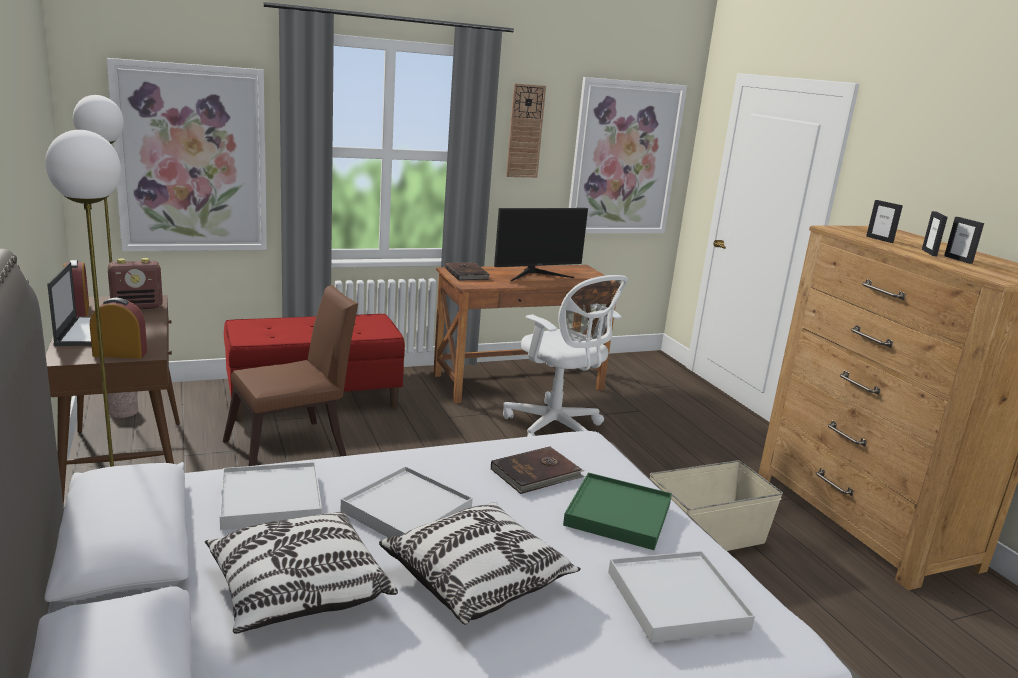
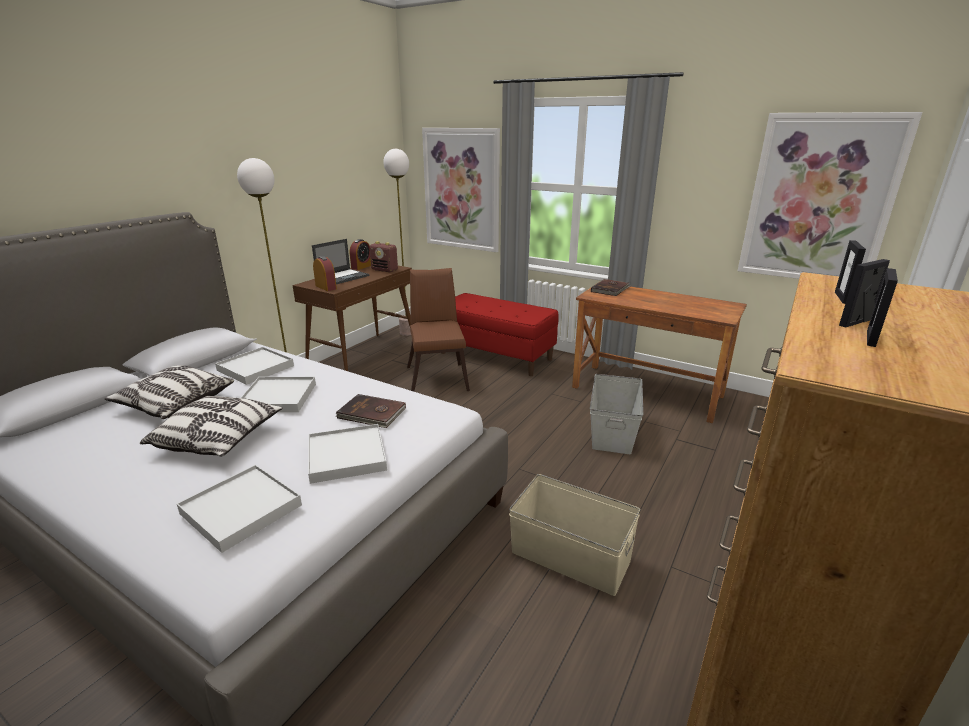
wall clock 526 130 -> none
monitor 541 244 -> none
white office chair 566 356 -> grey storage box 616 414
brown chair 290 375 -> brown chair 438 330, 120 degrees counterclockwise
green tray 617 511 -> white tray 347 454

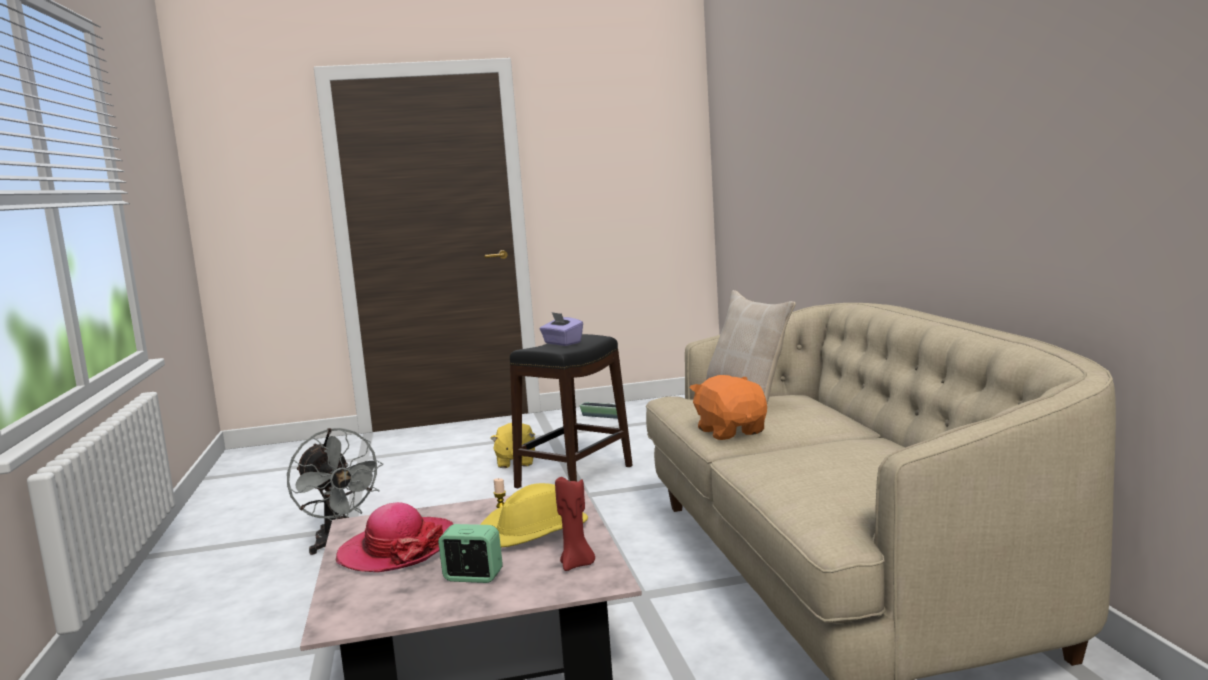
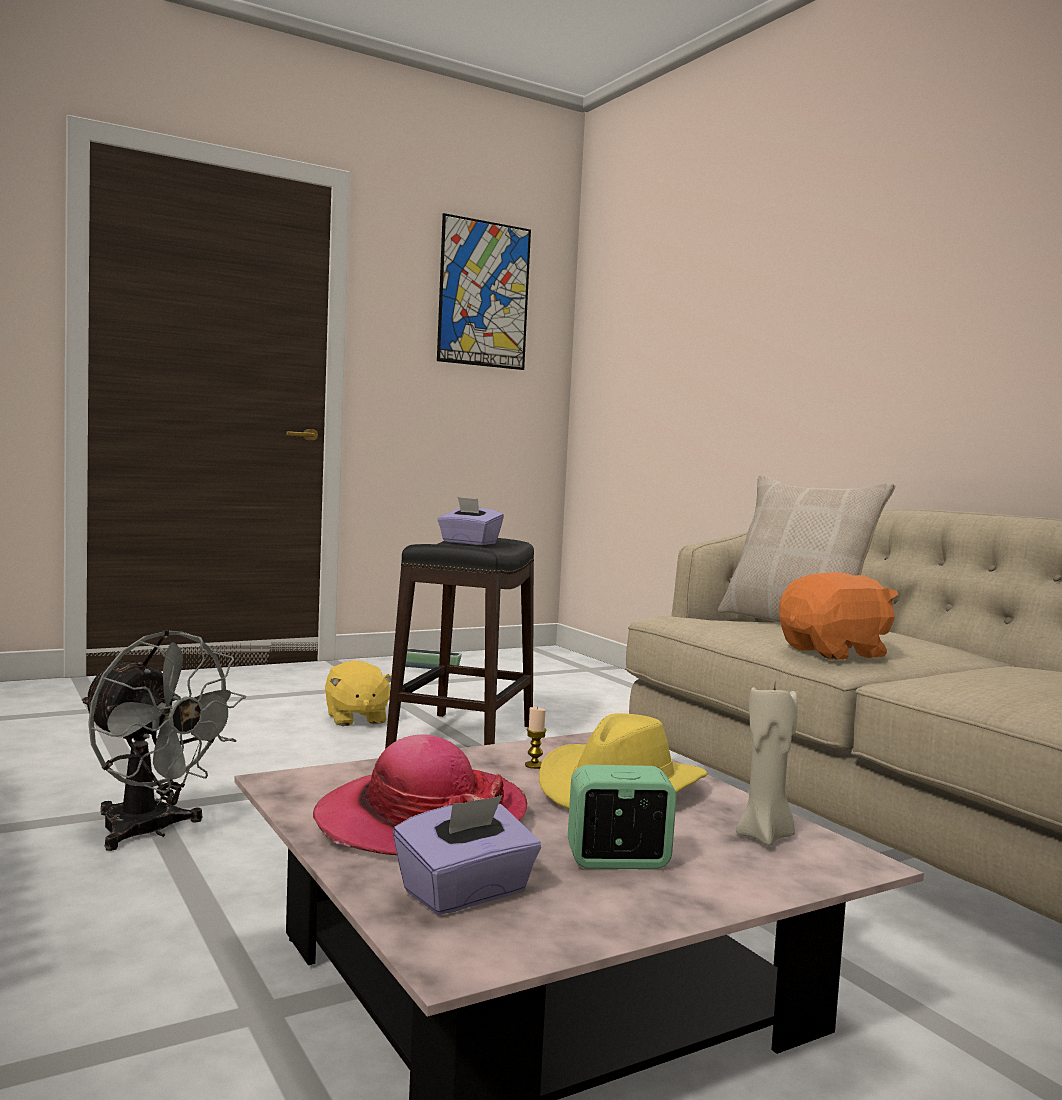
orange plush toy 728 407 -> orange plush toy 838 616, 105 degrees clockwise
red candle 575 524 -> beige candle 767 765
none -> picture 484 291
none -> purple tissue box 467 855

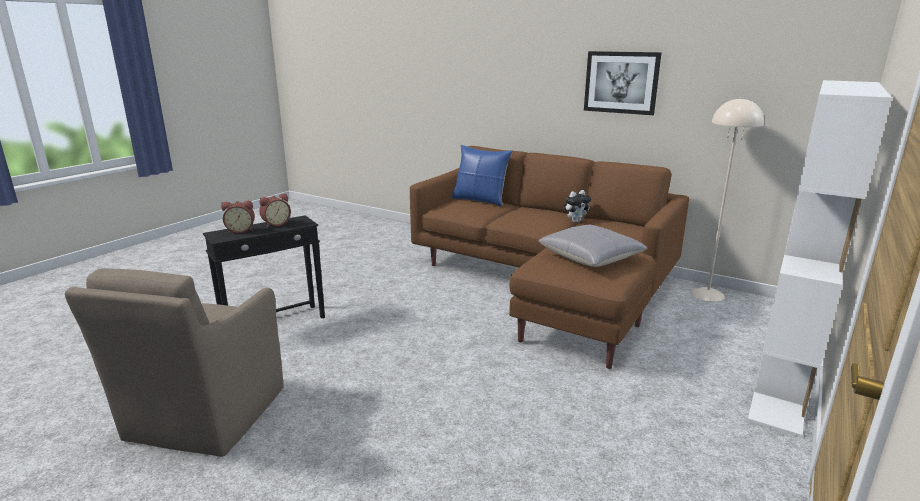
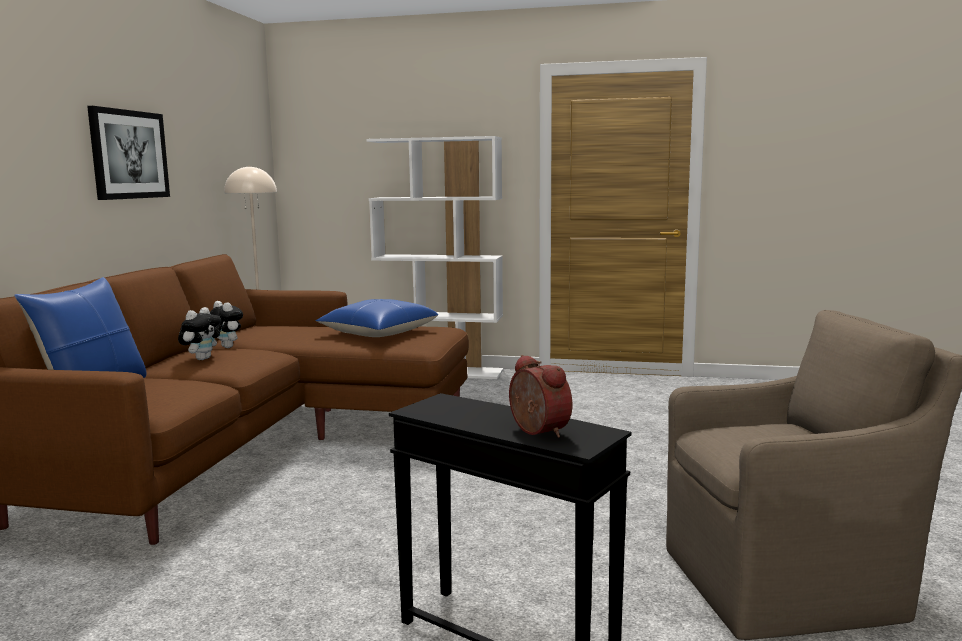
alarm clock 275 210 -> none
grey pillow 593 246 -> blue pillow 377 318
none -> plush toy 200 333

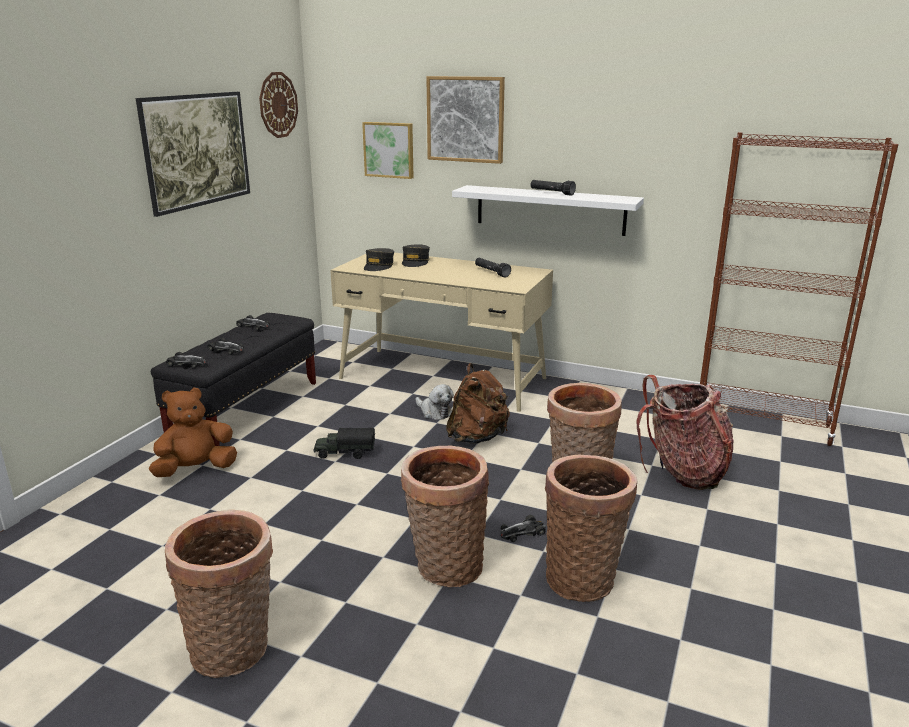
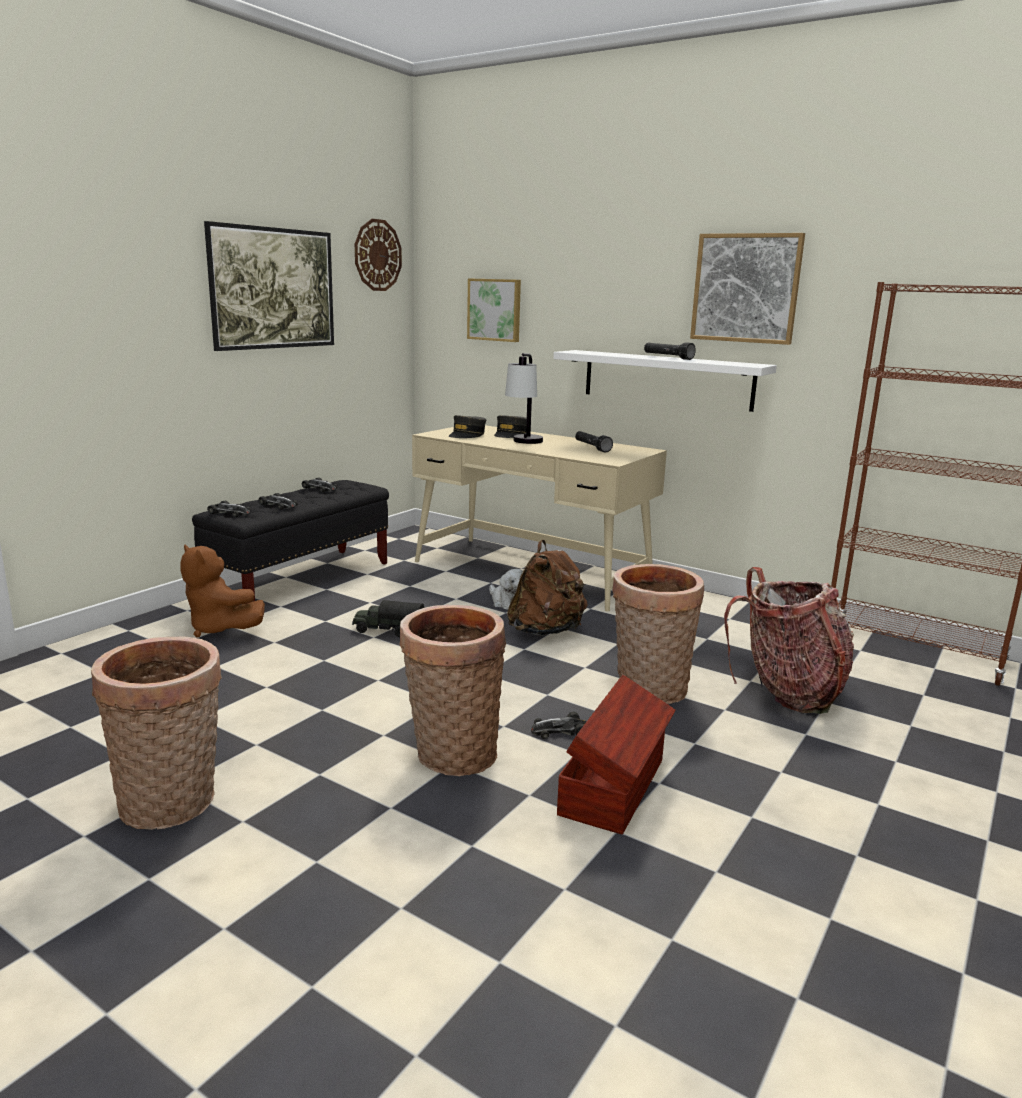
picture 465 120 -> picture 747 289, move
brown plush toy 193 432 -> brown plush toy 222 591, 120 degrees counterclockwise
basket 591 528 -> brown storage box 616 754
none -> table lamp 524 398

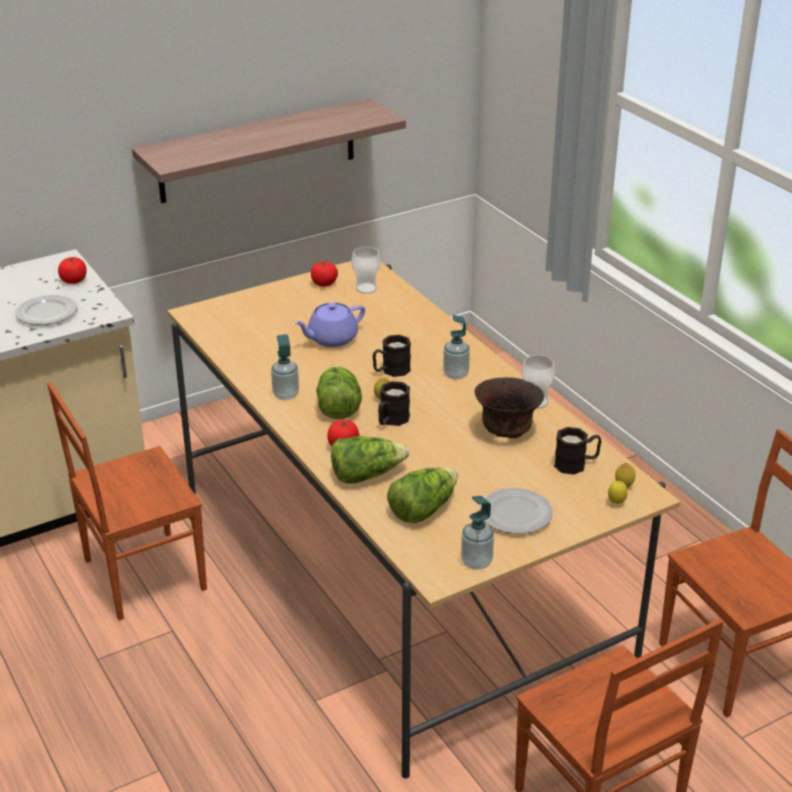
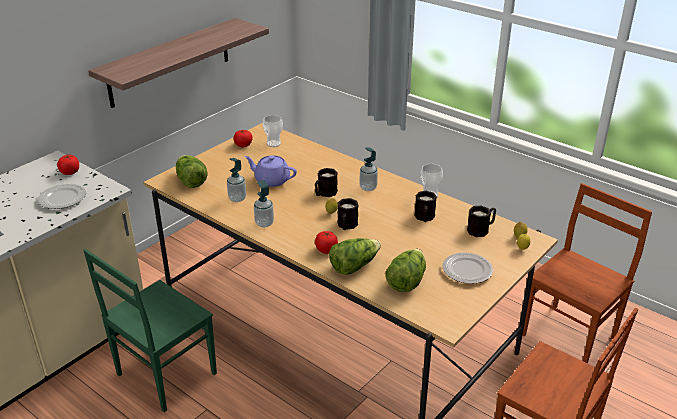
purple teapot 329 325 -> purple teapot 270 171, 75 degrees clockwise
lettuce 339 392 -> lettuce 192 171, move
brown bowl 509 407 -> black mug 425 206
brown chair 127 501 -> green chair 150 330
soap dispenser 477 533 -> soap dispenser 236 180, move

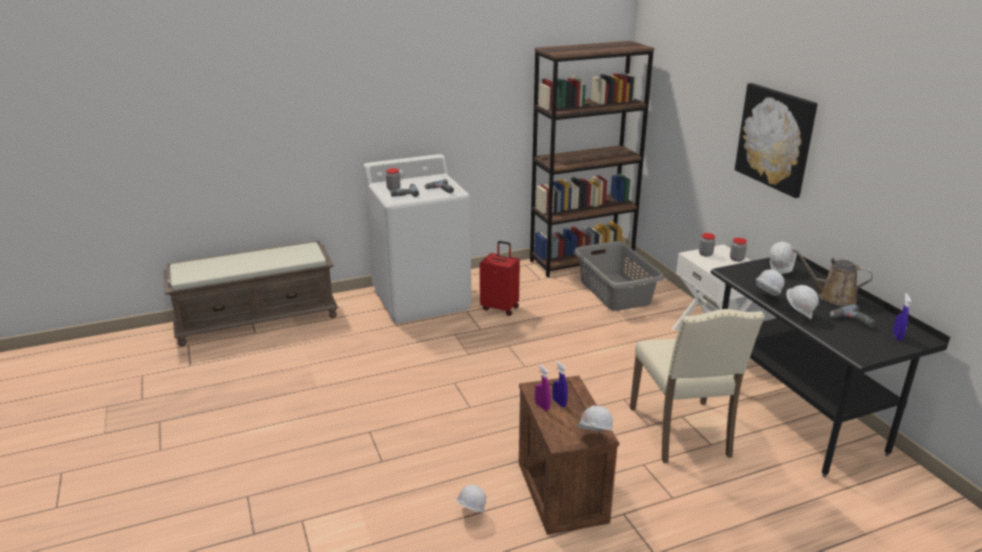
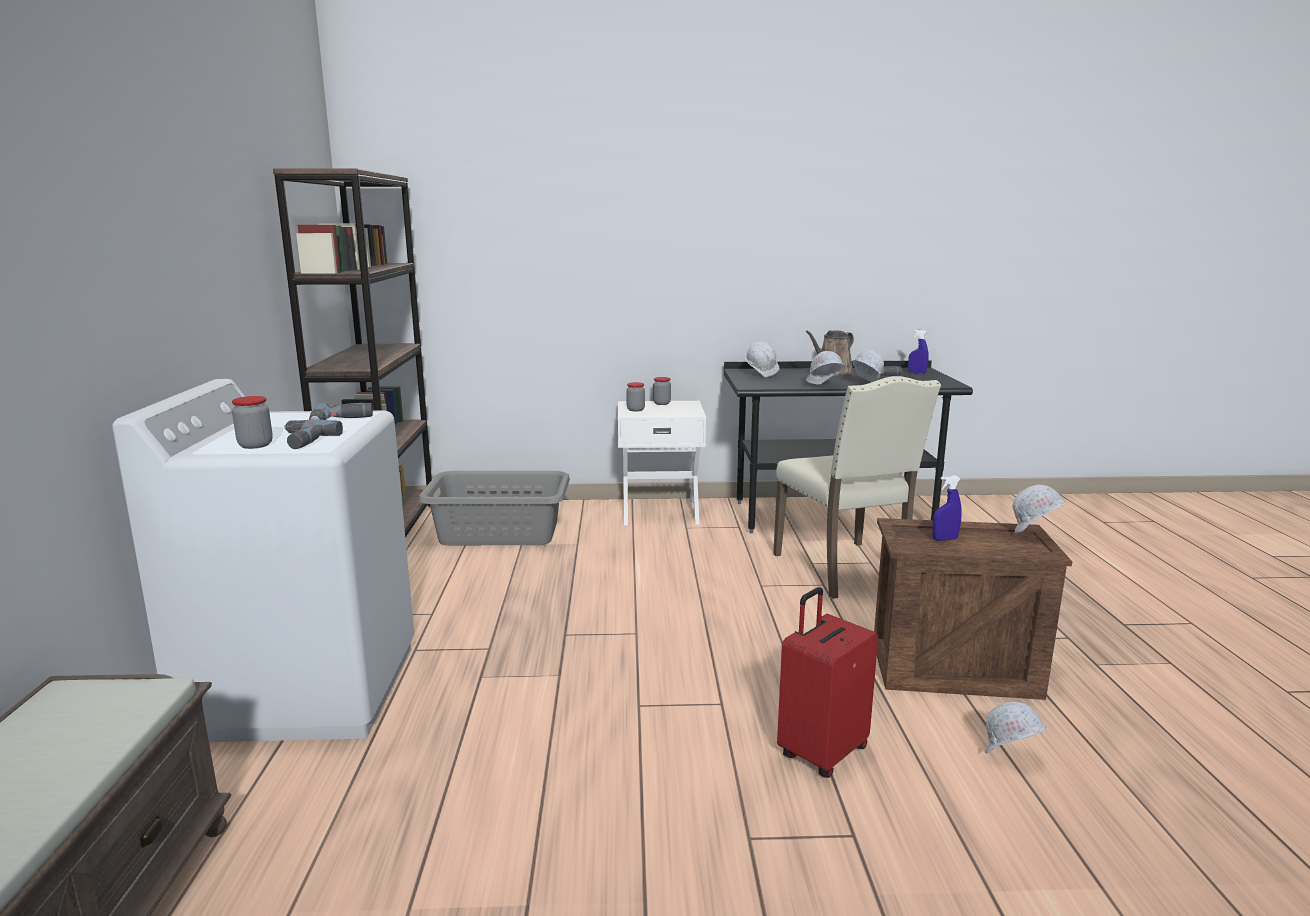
picture 776 140 -> none
red suitcase 500 278 -> red suitcase 827 682, move
beige chair 697 386 -> beige chair 857 487, 60 degrees clockwise
purple spray bottle 543 387 -> none

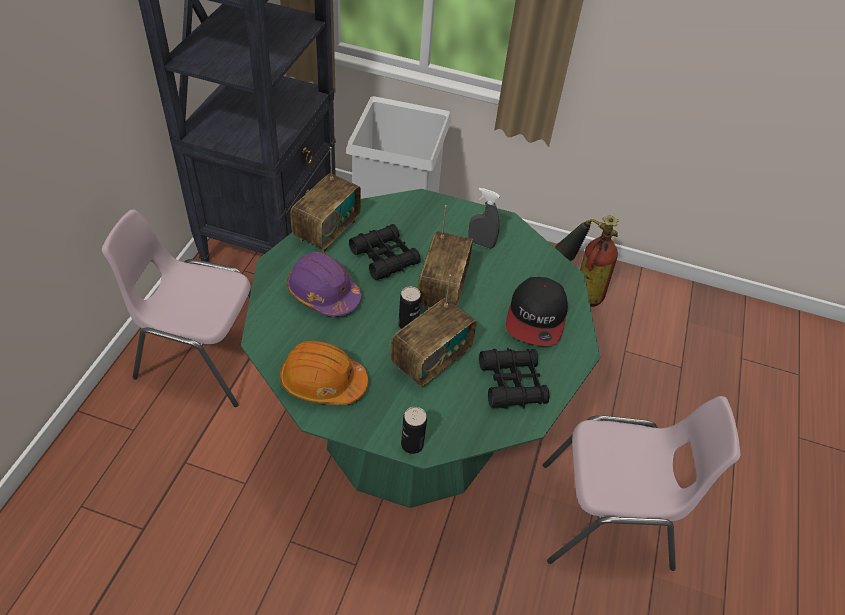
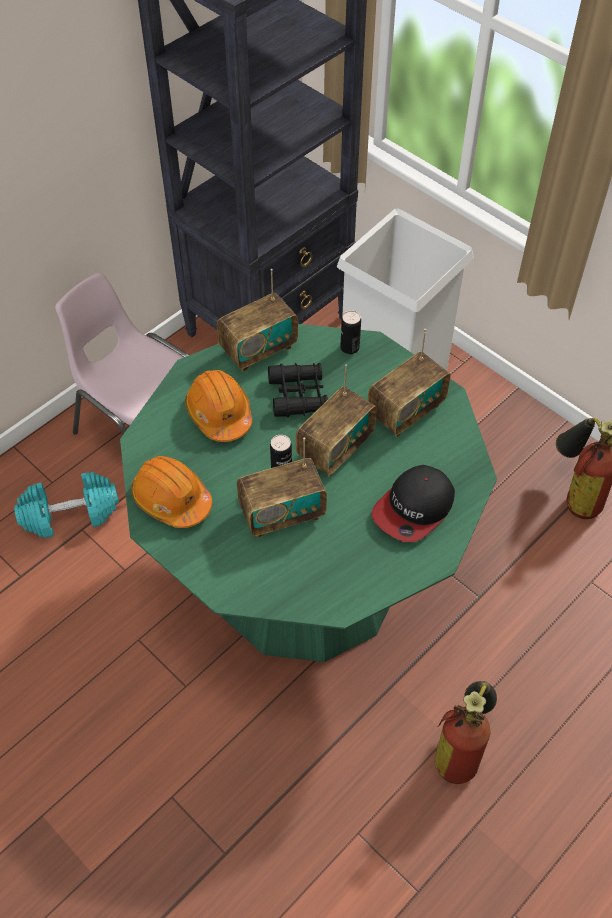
grey spray bottle 484 218 -> radio 409 383
purple hard hat 324 284 -> orange hard hat 218 406
black binoculars 514 378 -> none
pink chair 641 483 -> fire extinguisher 466 732
can 414 430 -> can 350 332, move
none -> turquoise dumbbell 66 505

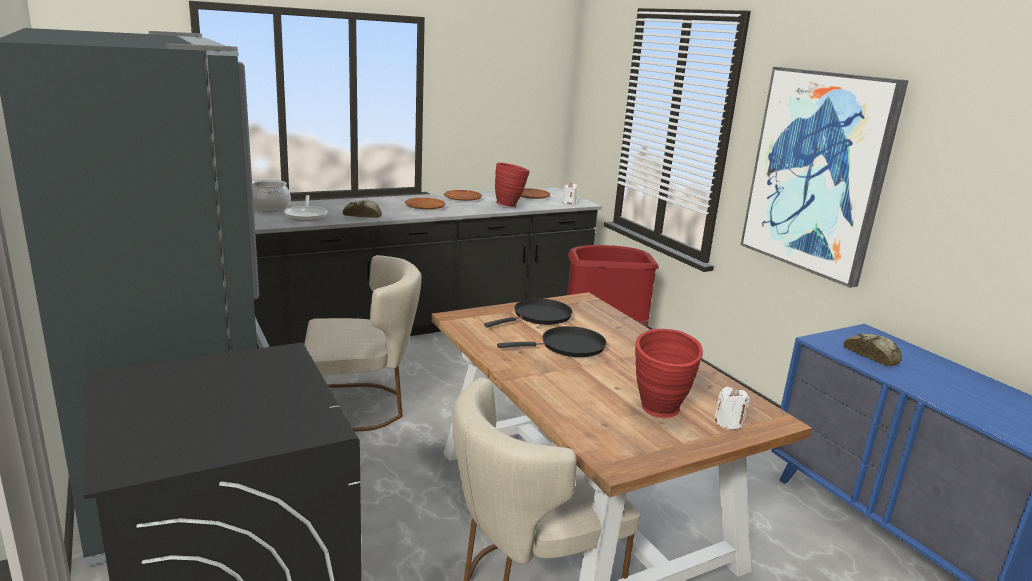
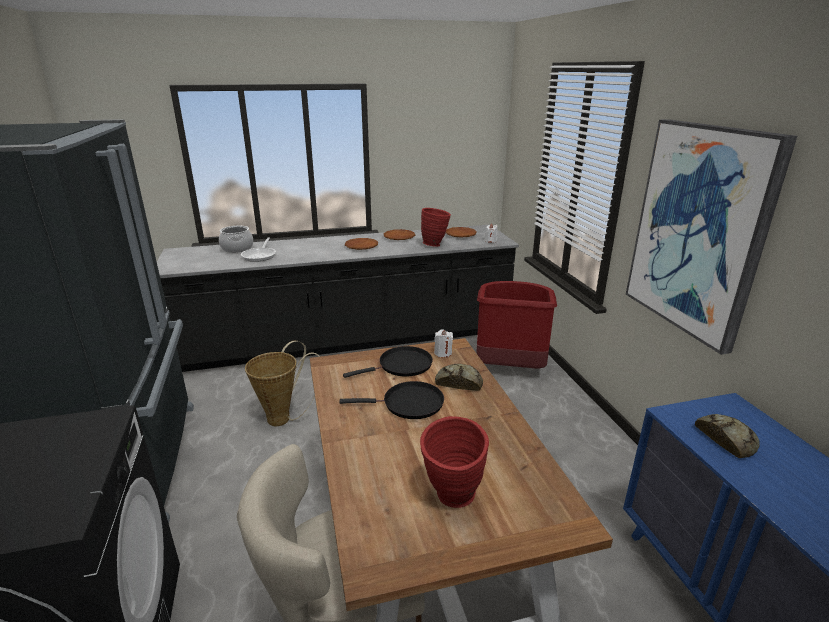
bread 362 209 -> bread 459 377, move
beige chair 363 343 -> basket 282 383
white candle 732 408 -> white candle 443 343, move

